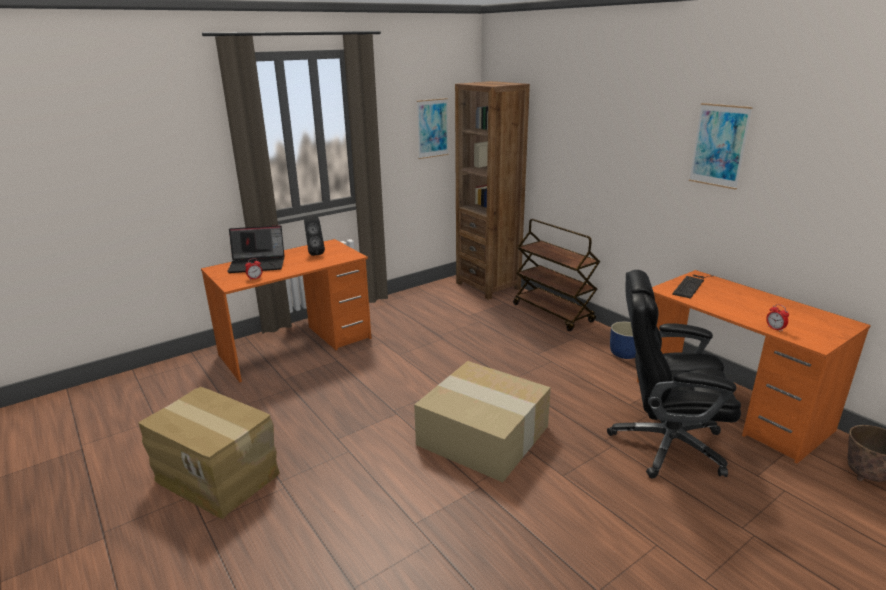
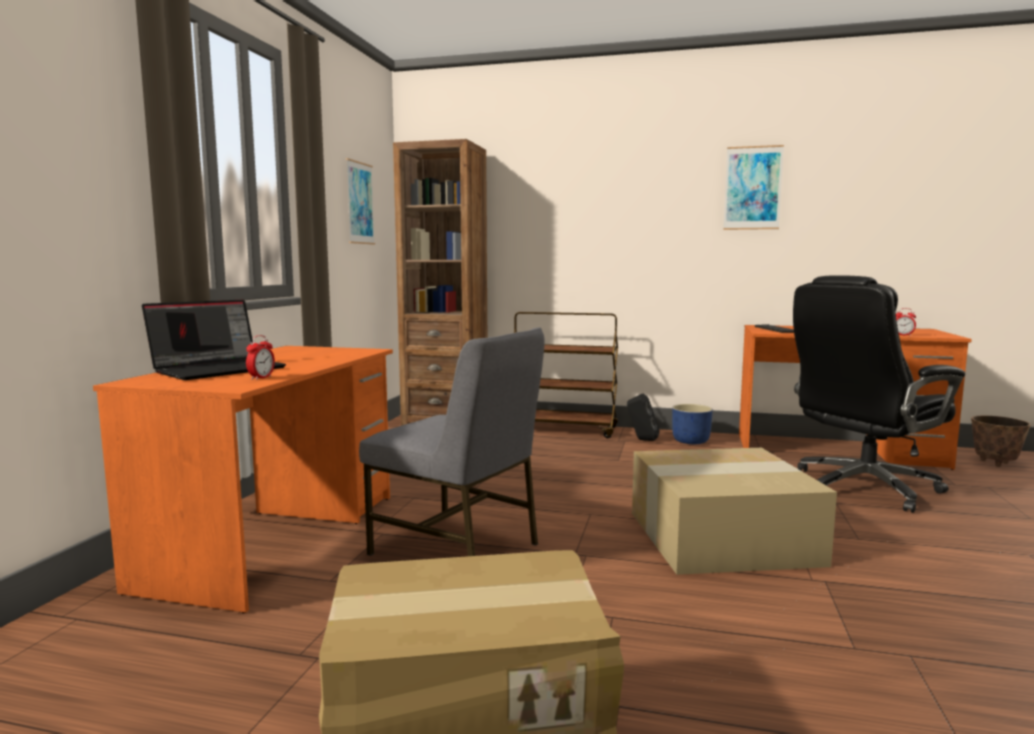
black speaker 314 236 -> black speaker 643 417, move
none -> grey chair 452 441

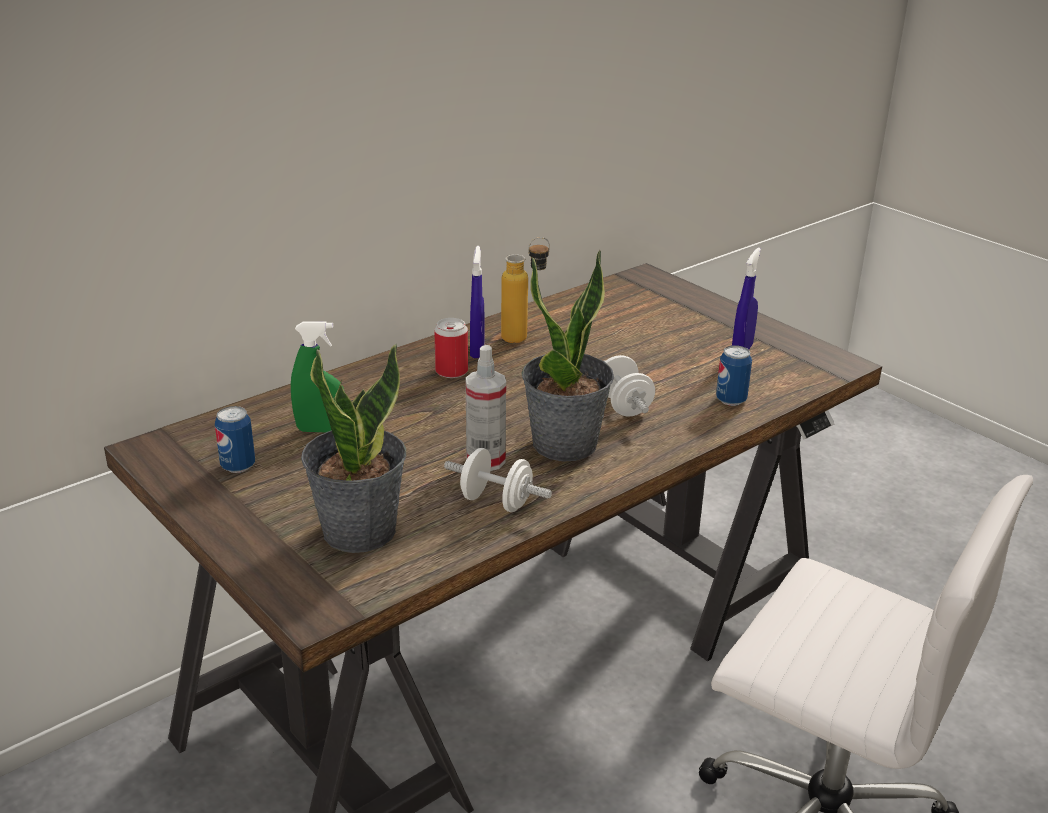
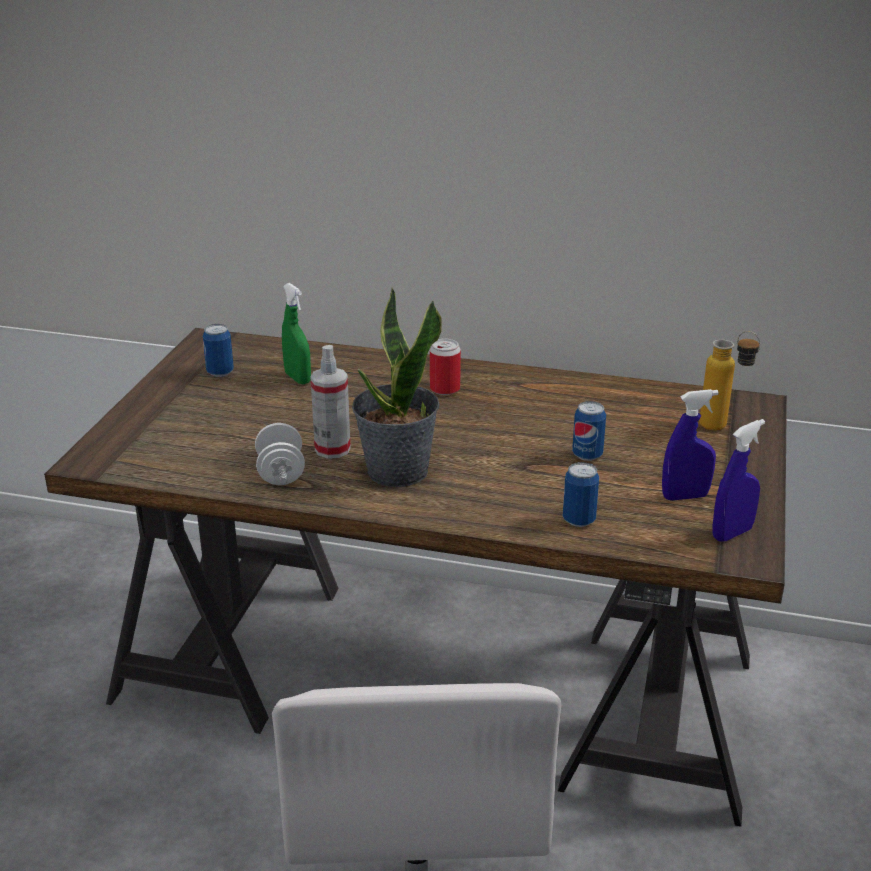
bottle 525 290 -> bottle 730 381, move
blue spray bottle 477 302 -> blue spray bottle 739 480, move
potted plant 353 448 -> none
white dumbbell 629 386 -> none
none -> can 589 431

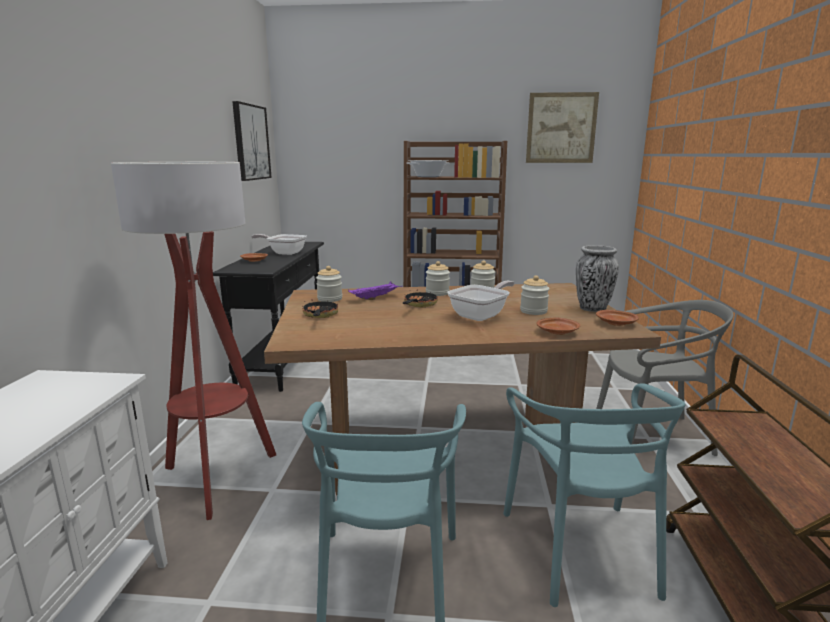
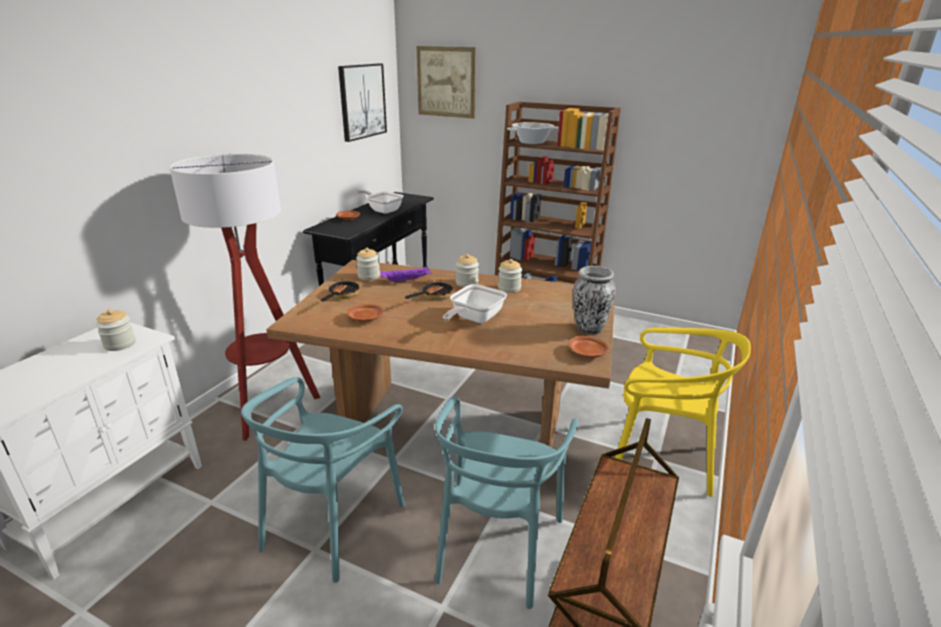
picture 562 127 -> picture 446 82, move
jar 535 295 -> jar 116 330, move
frying pan 480 301 -> frying pan 475 303, 150 degrees clockwise
grey chair 665 378 -> yellow chair 683 412
brown plate 558 326 -> brown plate 365 313, move

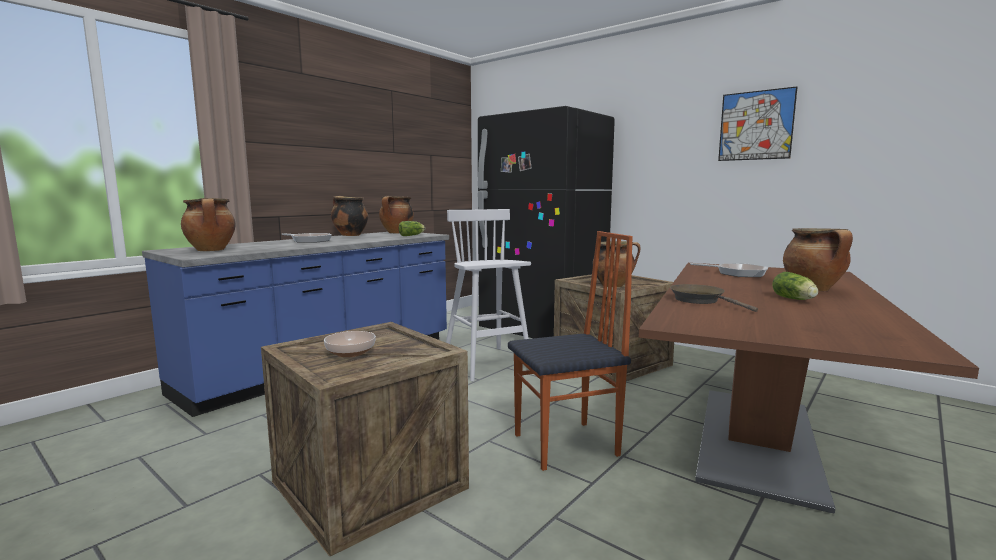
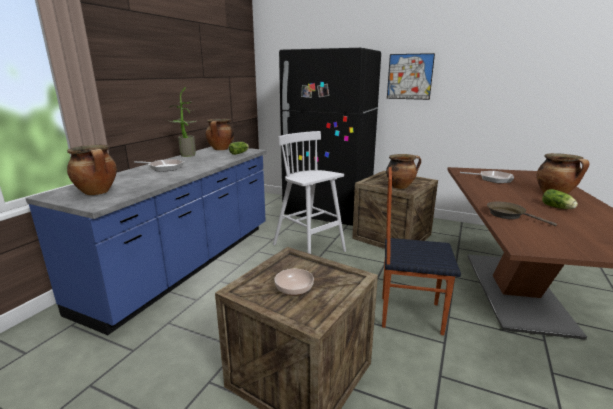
picture 757 123 -> picture 411 76, move
cooking pot 349 216 -> potted plant 182 122
chair 570 351 -> chair 421 251, 135 degrees counterclockwise

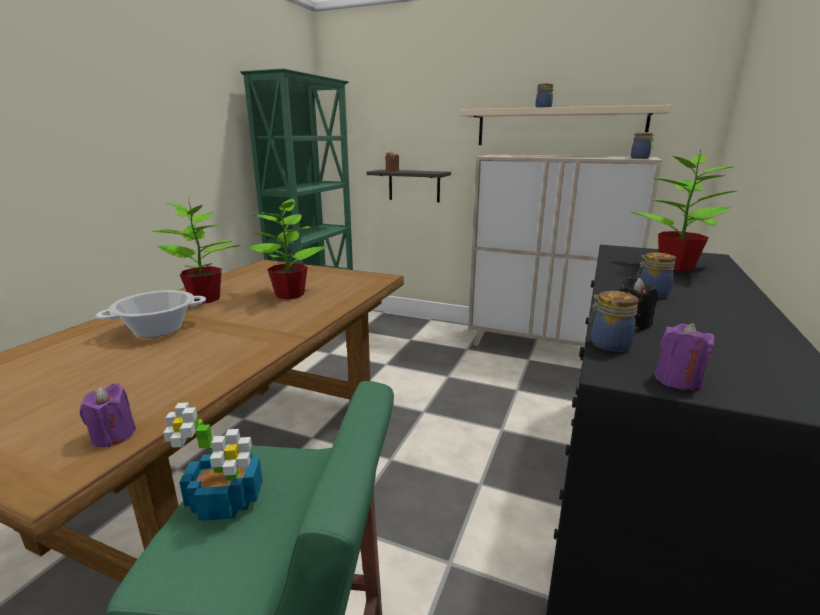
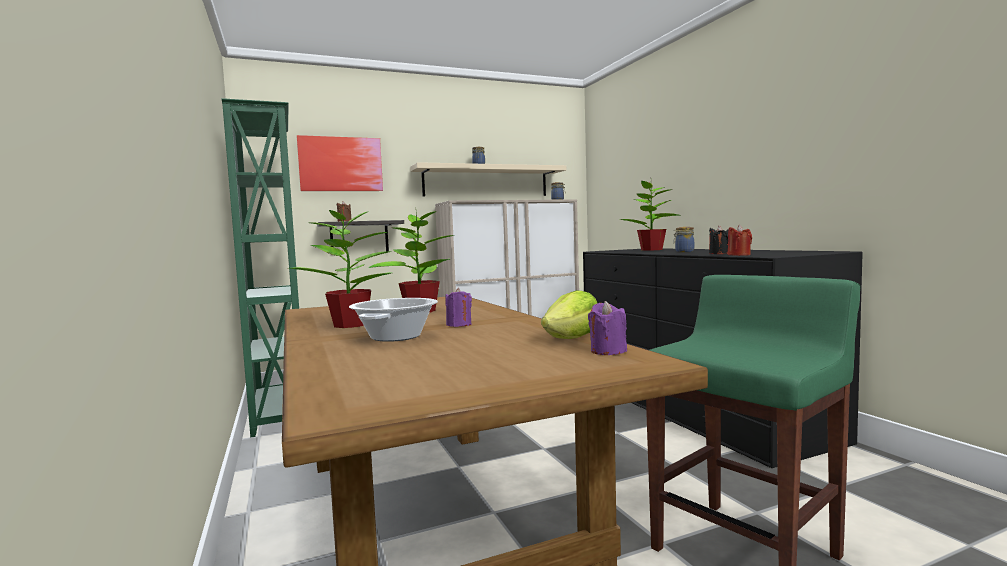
jar 613 321 -> red candle 740 240
purple candle 684 356 -> purple candle 458 307, move
potted plant 213 461 -> none
none -> picture 340 163
none -> lettuce 569 314

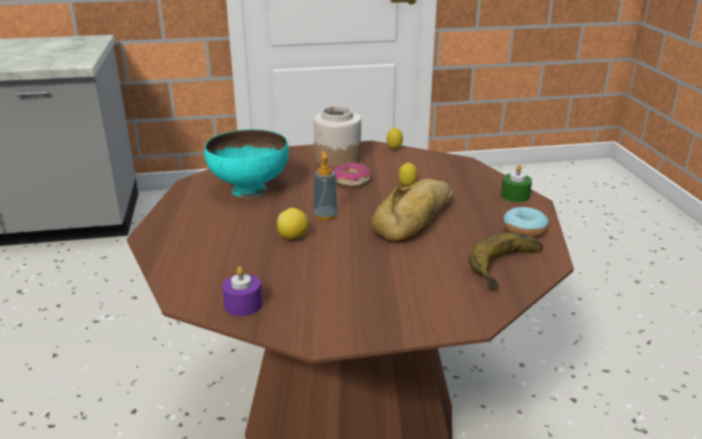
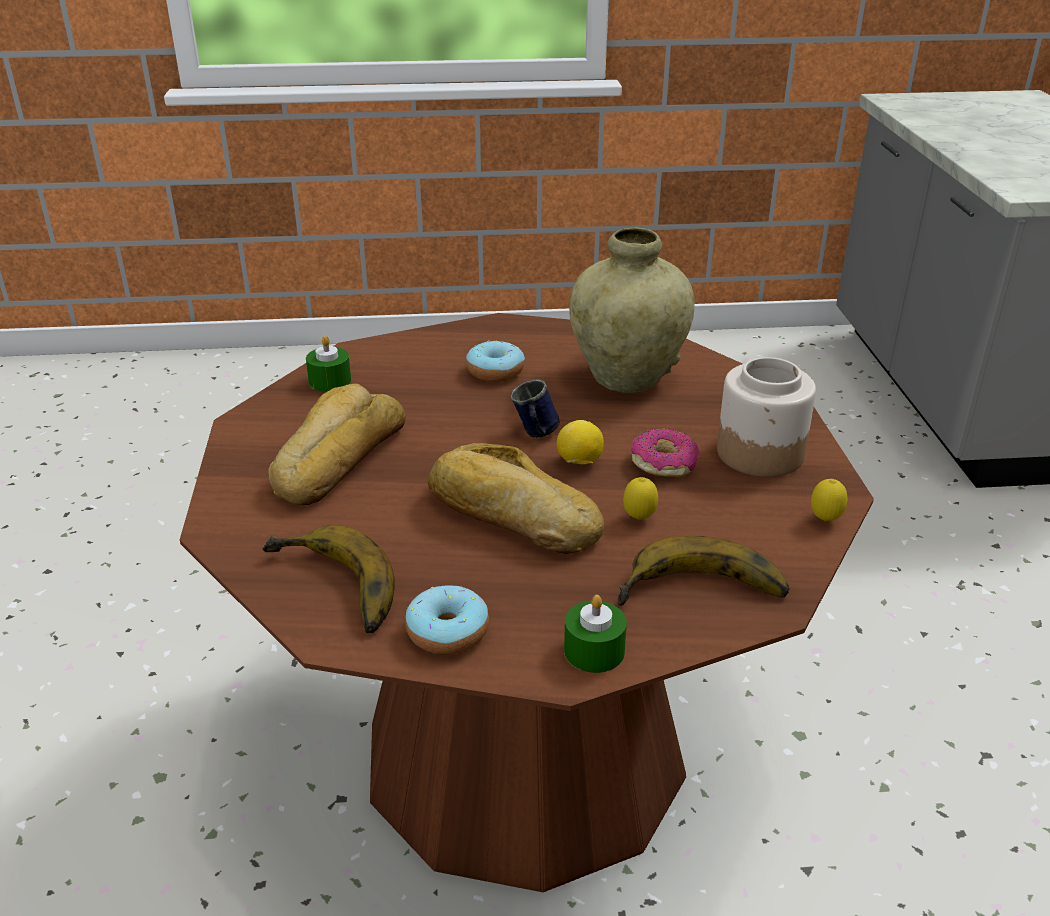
turquoise bowl 246 163 -> beige vase 631 310
soap dispenser 325 186 -> blue mug 535 408
lemon 292 223 -> lemon 580 442, move
purple candle 242 291 -> green candle 328 364
none -> donut 495 361
none -> bread 337 444
none -> banana 703 571

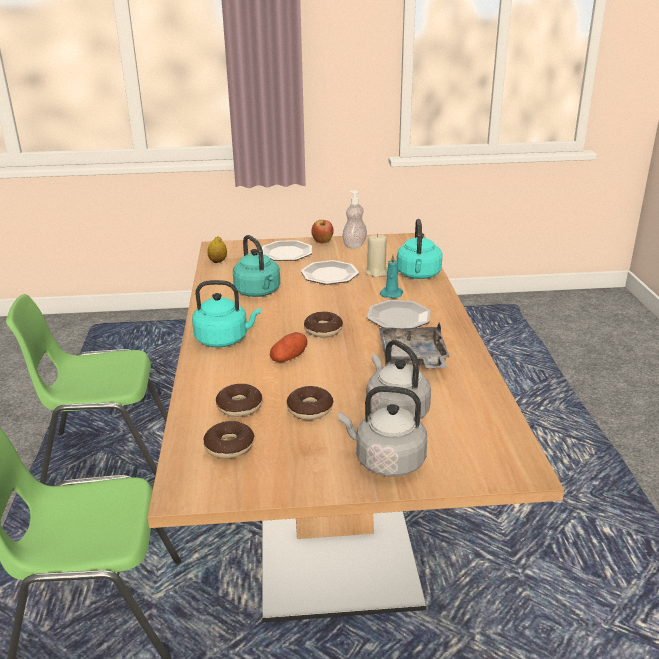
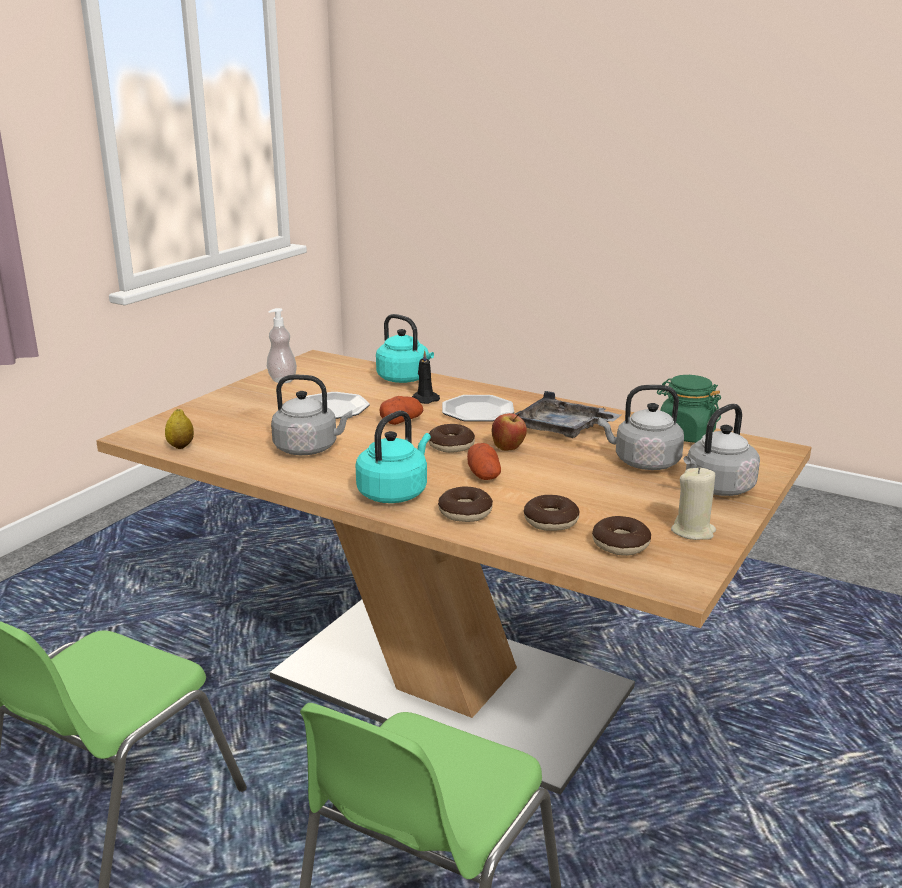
apple 322 232 -> apple 509 432, move
beige candle 376 255 -> beige candle 693 503, move
turquoise kettle 256 266 -> grey kettle 311 415
plate 287 250 -> none
turquoise candle 391 276 -> black candle 426 377
donut 310 403 -> donut 465 504, move
none -> green jar 689 409
none -> potato 401 410

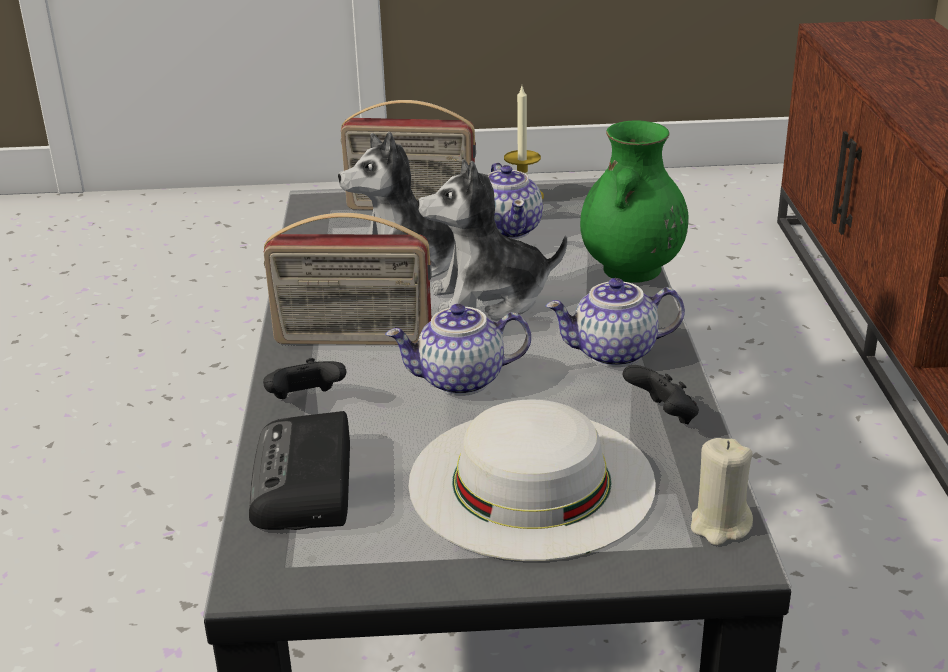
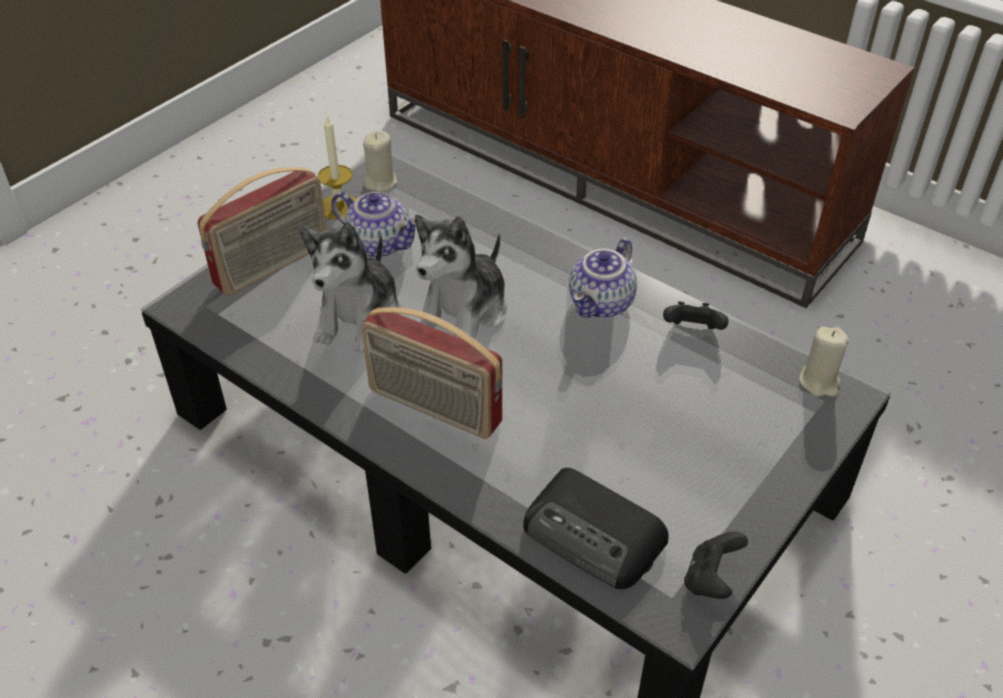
green vase 634 201 -> none
radio 348 279 -> radio 431 373, 75 degrees clockwise
teapot 458 350 -> none
black game controller 304 378 -> black game controller 716 565, move
white hat 532 480 -> none
none -> beige candle 380 161

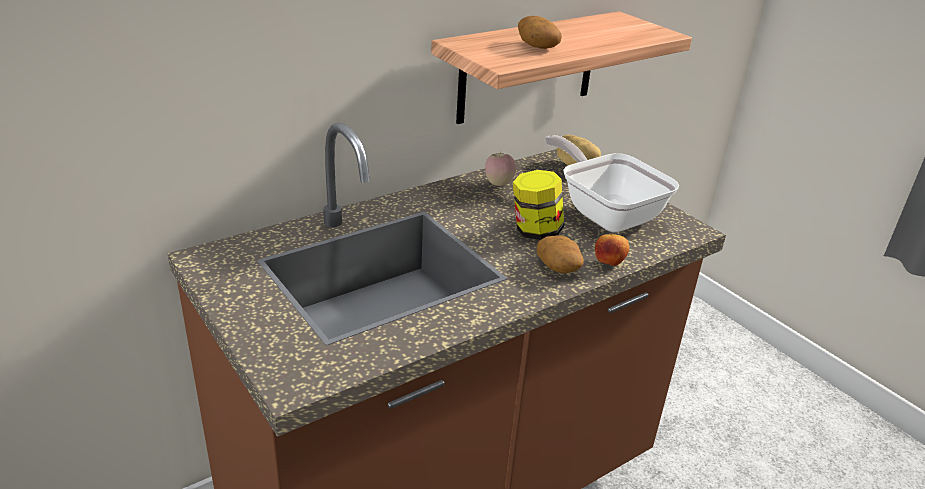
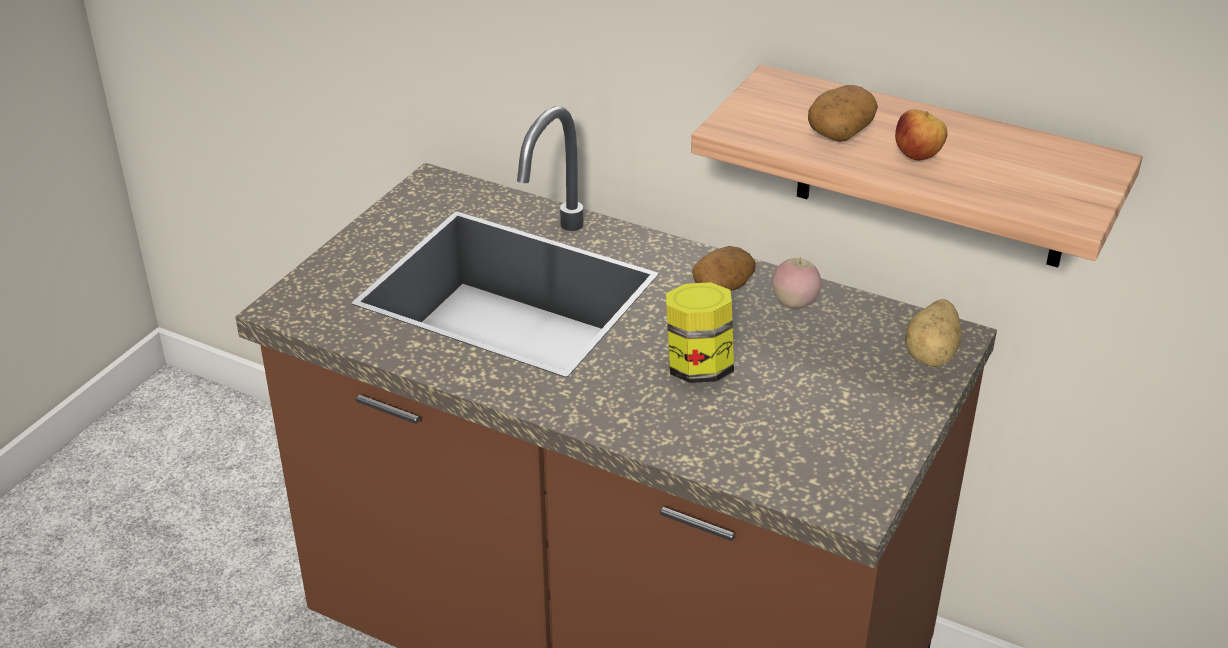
frying pan 612 183 -> none
apple 612 249 -> apple 921 134, move
potato 560 254 -> potato 724 268, move

